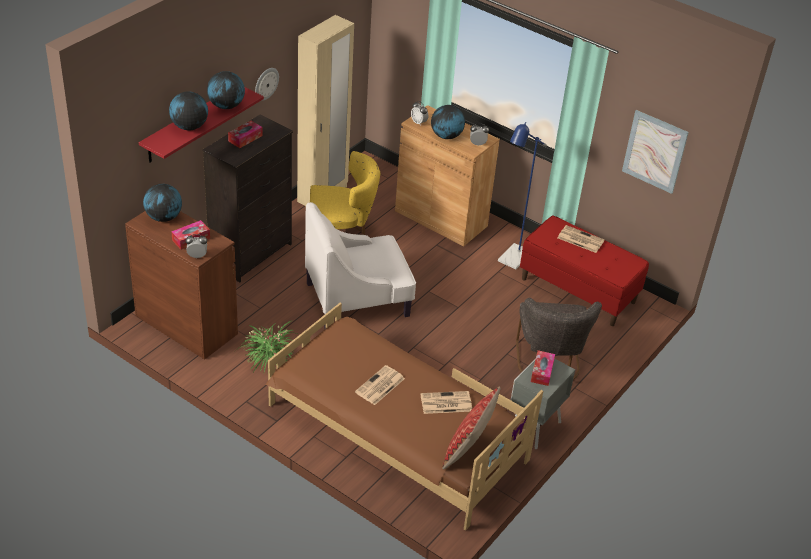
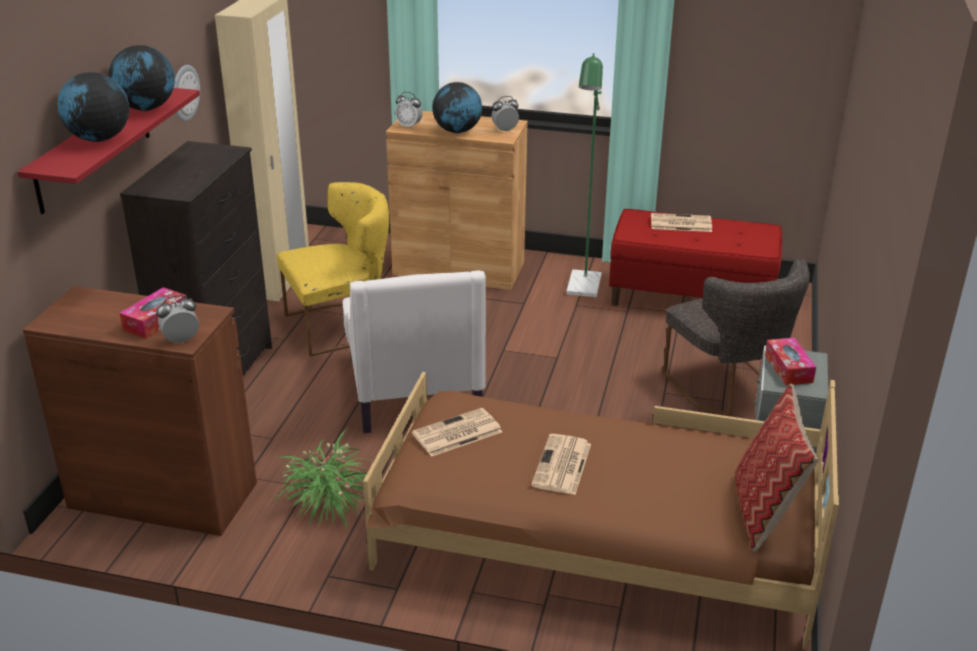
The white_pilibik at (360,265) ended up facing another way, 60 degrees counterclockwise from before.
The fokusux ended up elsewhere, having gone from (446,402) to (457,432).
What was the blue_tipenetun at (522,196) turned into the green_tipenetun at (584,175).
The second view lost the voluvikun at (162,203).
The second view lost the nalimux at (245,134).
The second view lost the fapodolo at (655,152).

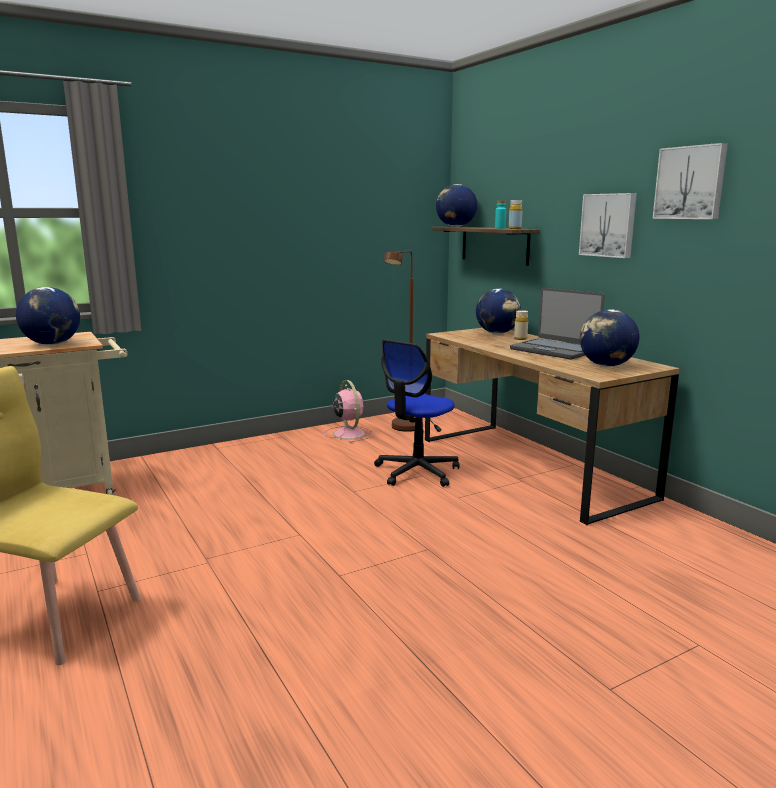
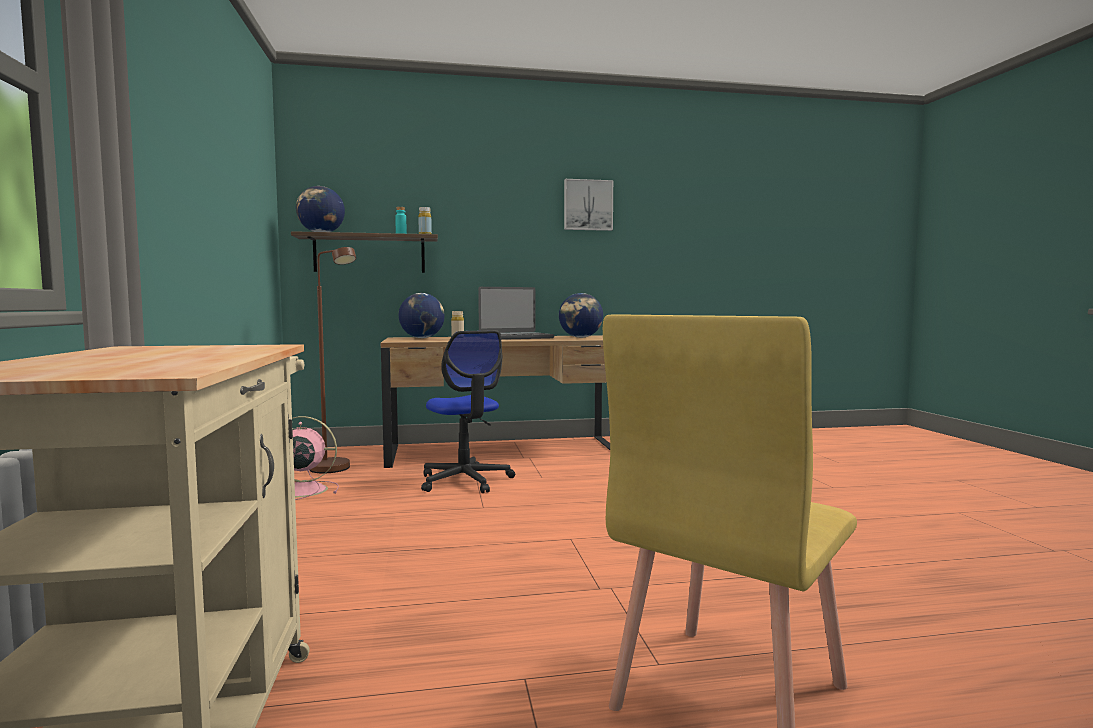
The second view lost the voluvikun at (48,316).
The second view lost the fapodolo at (608,225).

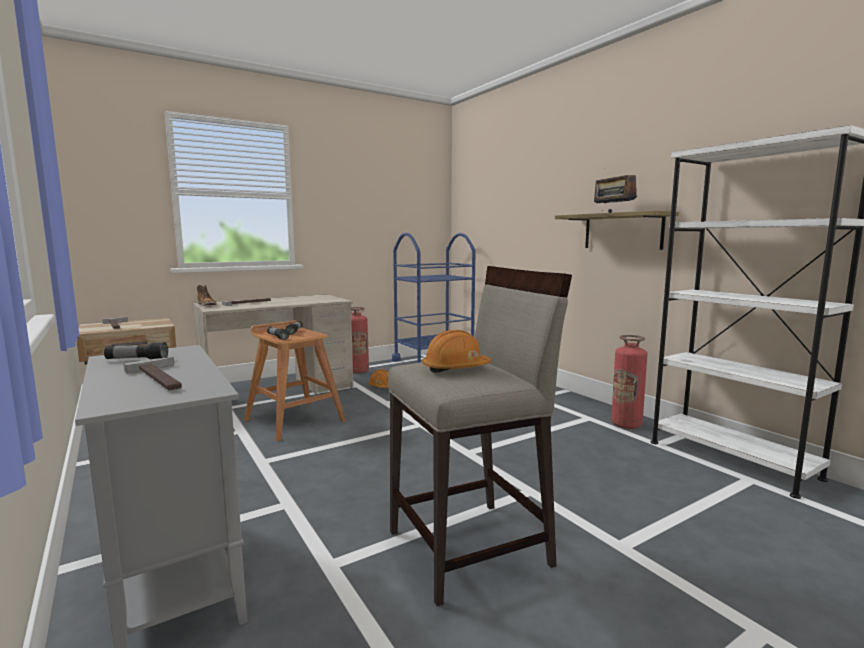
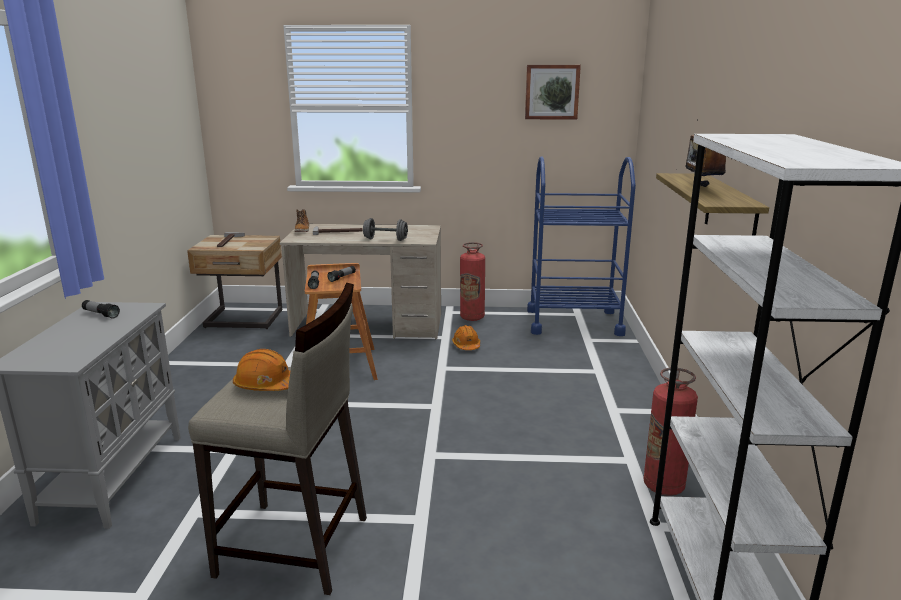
The second view gained the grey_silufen at (385,229).
The second view gained the fapodolo at (553,92).
The second view lost the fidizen at (153,373).

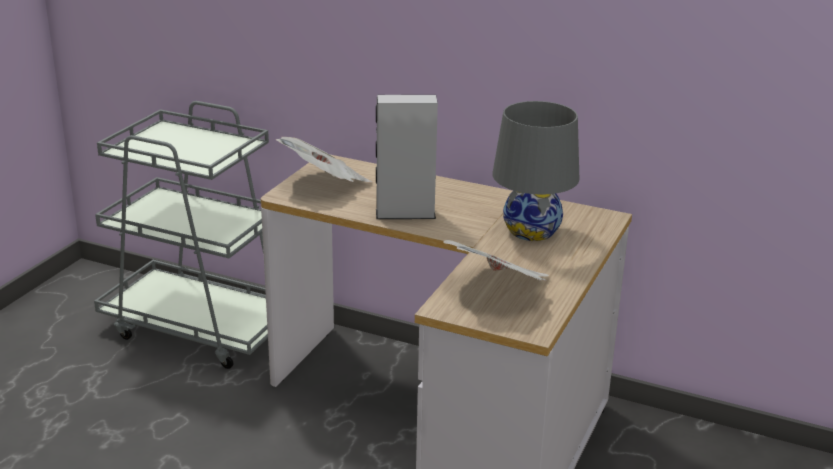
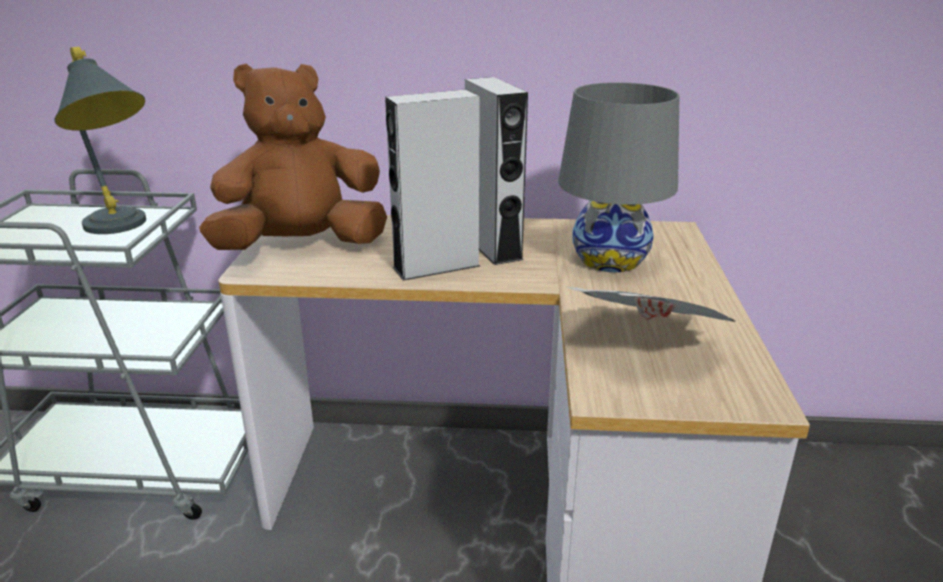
The second view gained the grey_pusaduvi at (100,140).
Where the fokusux stood at (324,159), the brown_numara came to stand at (293,157).
The second view gained the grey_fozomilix at (496,171).

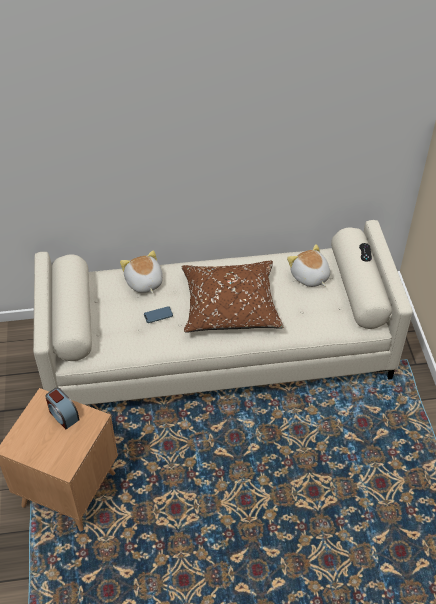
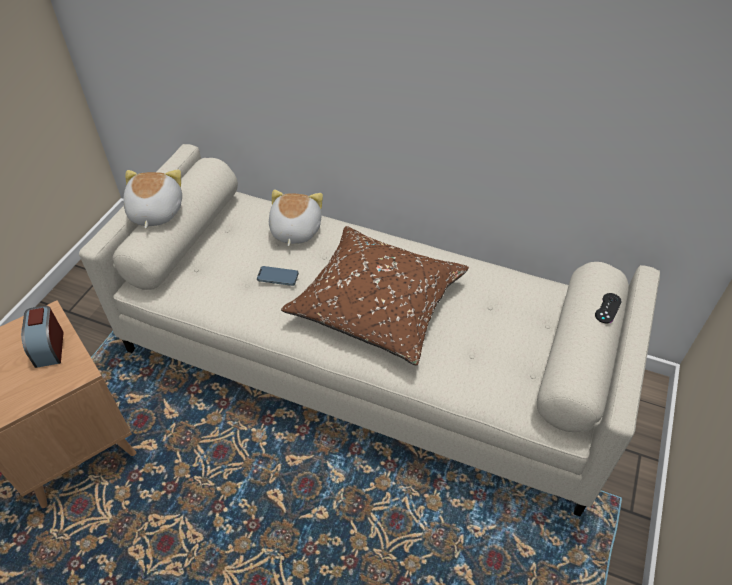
The numara ended up elsewhere, having gone from (308,265) to (153,199).

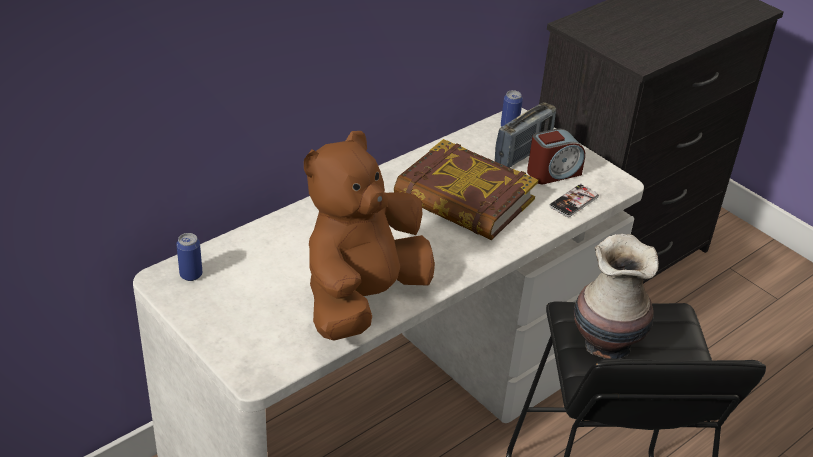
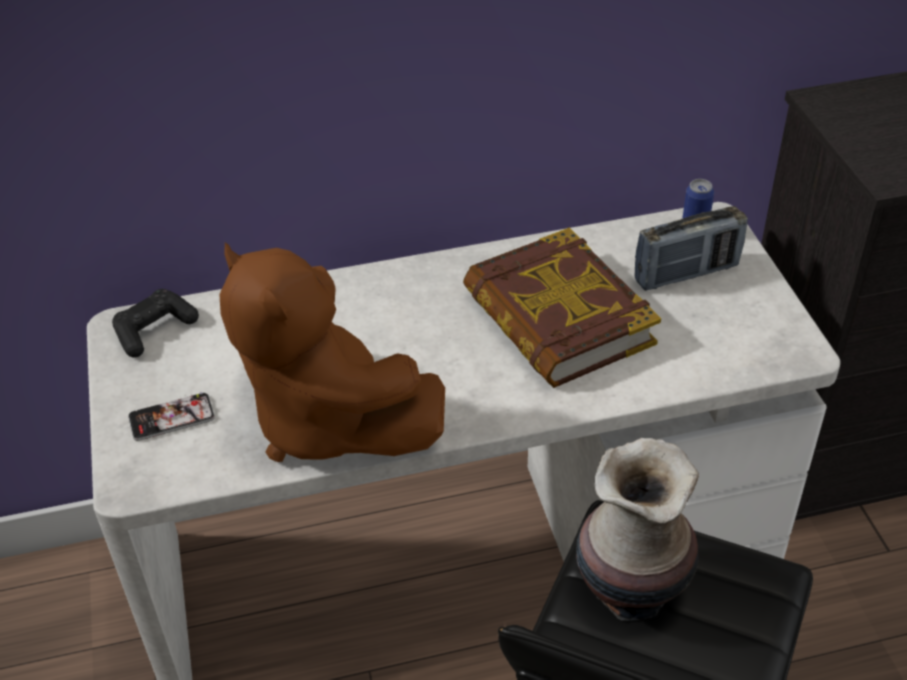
Where the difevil stood at (189,257), the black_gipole came to stand at (155,323).
The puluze ended up elsewhere, having gone from (574,200) to (171,416).
The brown_numara at (369,236) ended up facing another way, 105 degrees counterclockwise from before.
The second view lost the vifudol at (556,156).

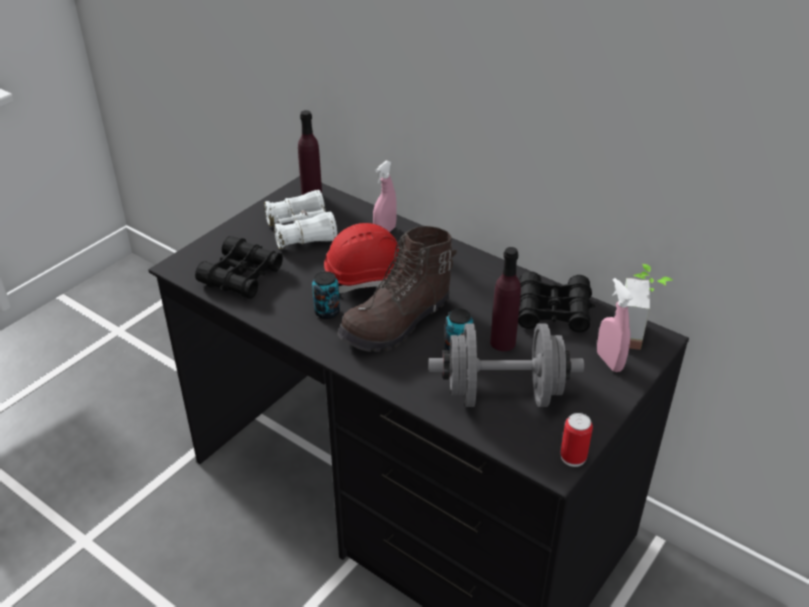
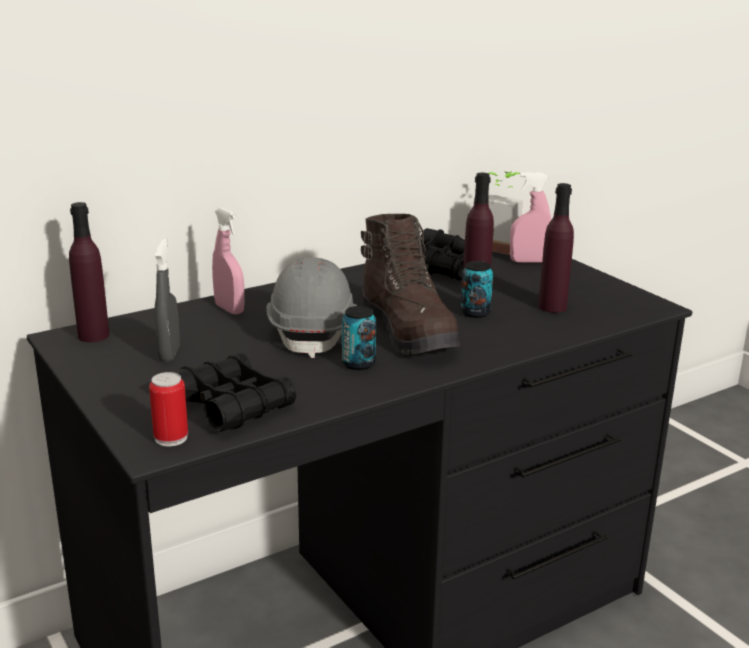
The difevil ended up elsewhere, having gone from (576,440) to (168,409).
Where the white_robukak stood at (301,219), the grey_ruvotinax came to stand at (167,300).
What was the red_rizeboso at (361,258) turned into the grey_rizeboso at (311,307).
Where the grey_silufen stood at (506,365), the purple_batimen came to stand at (556,248).

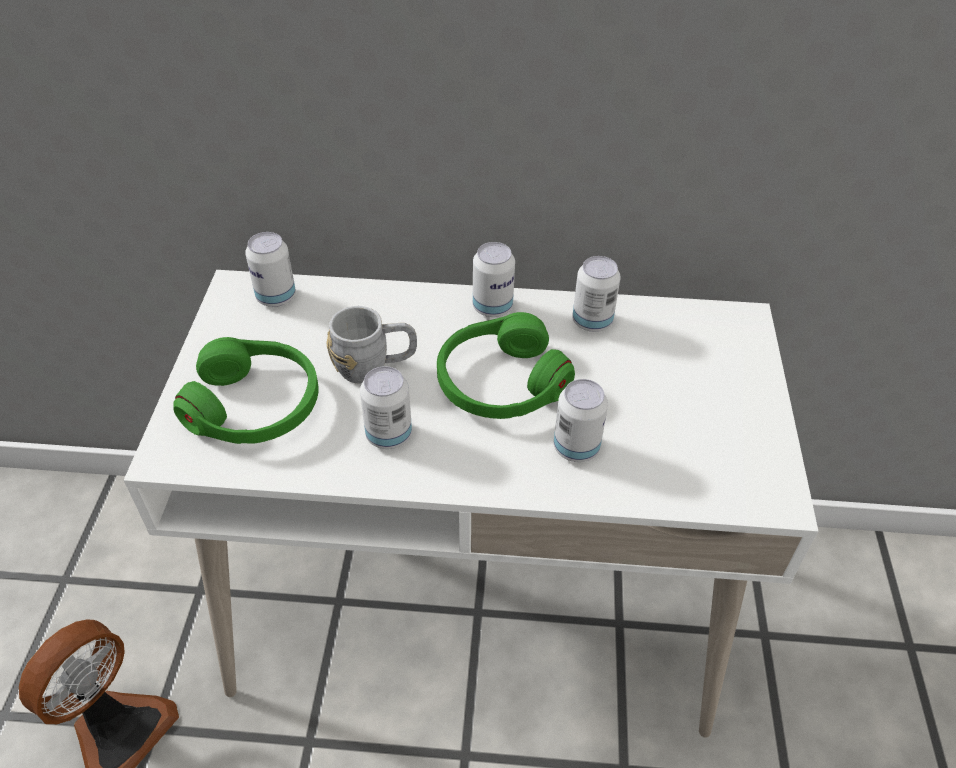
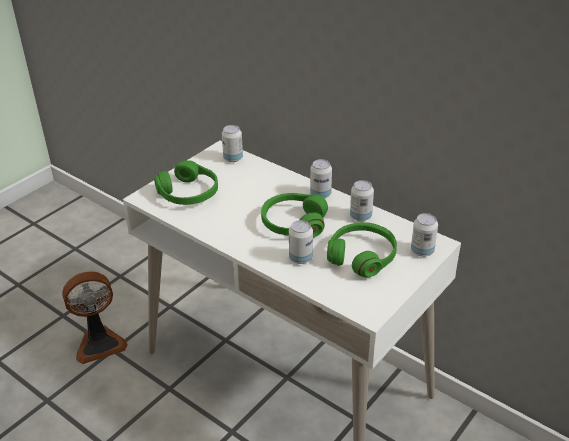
The second view gained the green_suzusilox at (362,249).
The difevil ended up elsewhere, having gone from (386,407) to (424,235).
The second view lost the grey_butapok at (371,345).

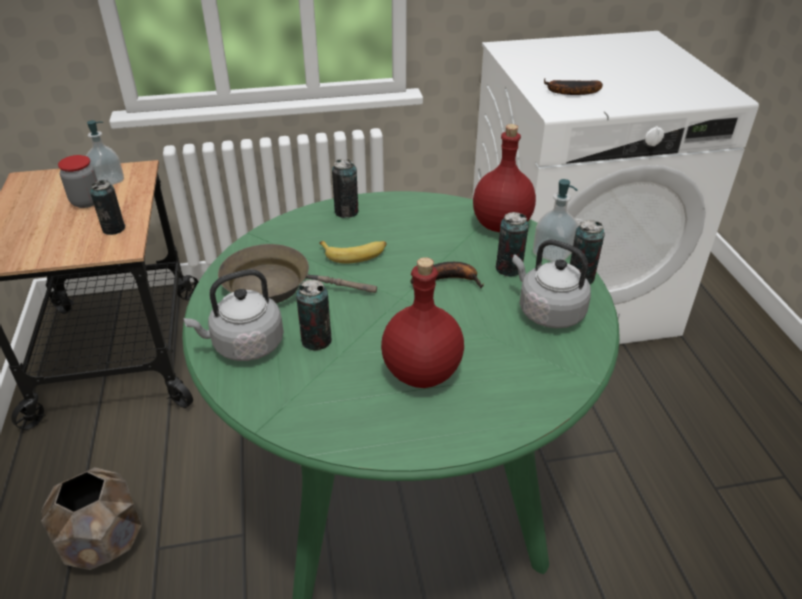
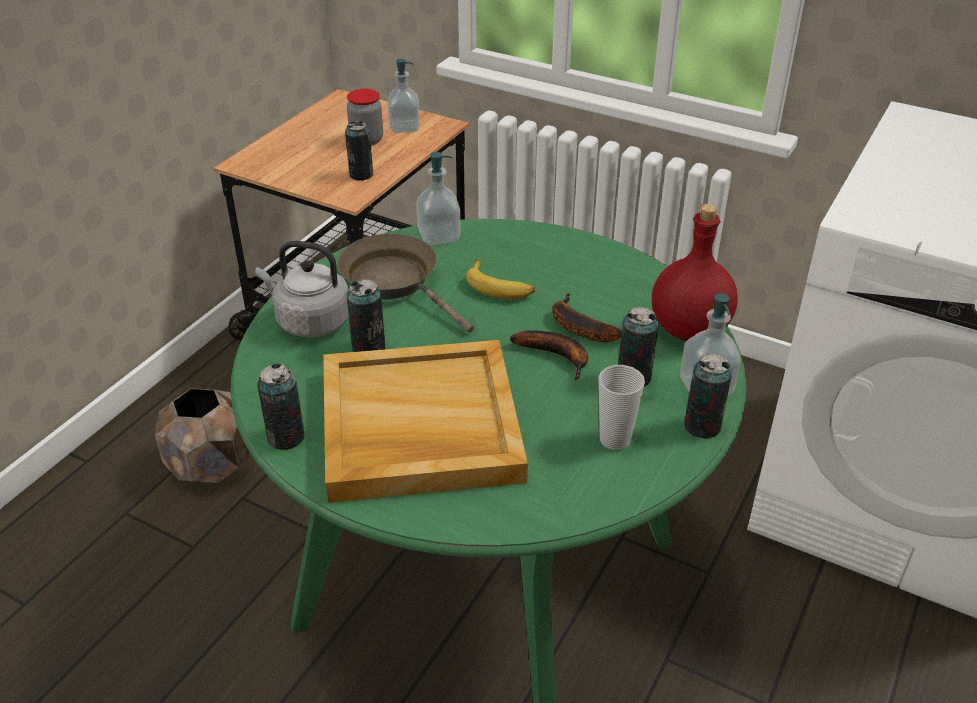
The difevil ended up elsewhere, having gone from (345,188) to (281,406).
Where the red_batimen stood at (422,322), the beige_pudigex came to stand at (425,421).
The second view gained the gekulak at (438,198).
The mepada ended up elsewhere, having gone from (573,86) to (587,317).
Where the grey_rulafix stood at (551,283), the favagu came to stand at (622,407).

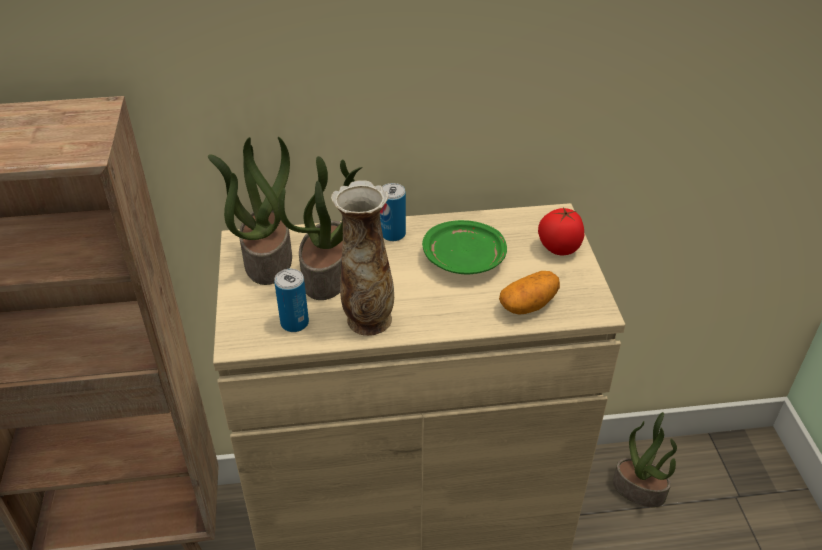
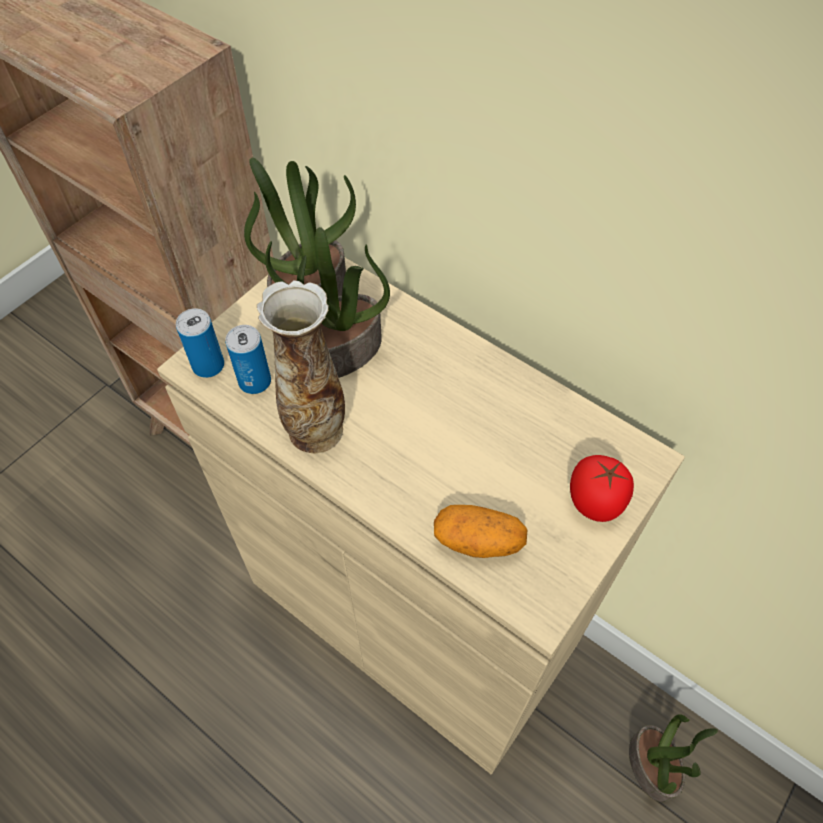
The difevil ended up elsewhere, having gone from (393,212) to (200,343).
The second view lost the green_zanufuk at (464,247).

